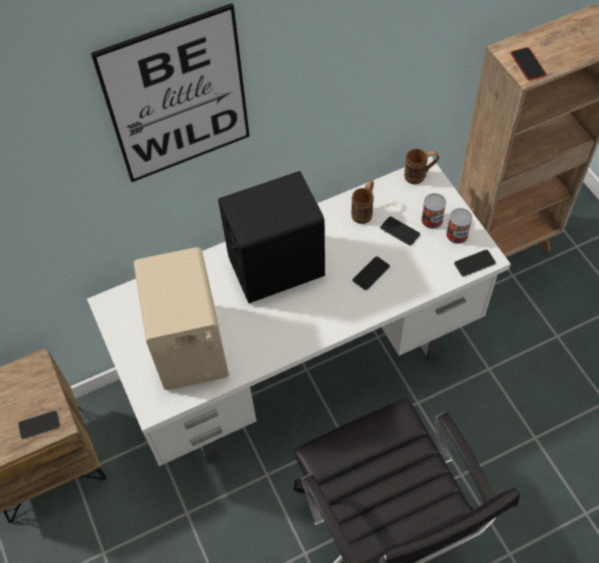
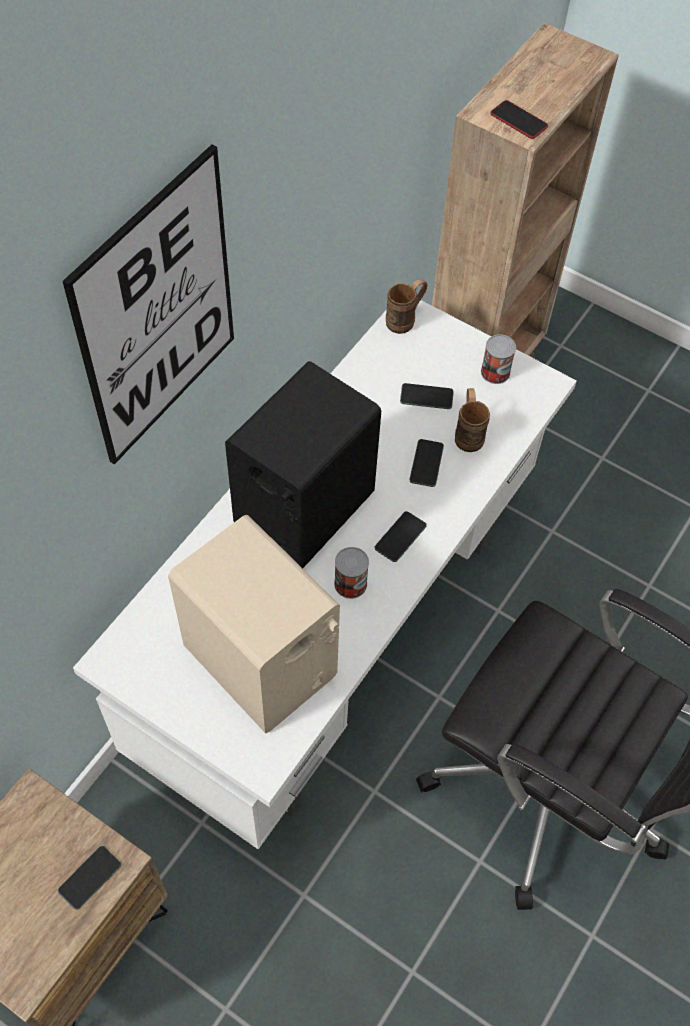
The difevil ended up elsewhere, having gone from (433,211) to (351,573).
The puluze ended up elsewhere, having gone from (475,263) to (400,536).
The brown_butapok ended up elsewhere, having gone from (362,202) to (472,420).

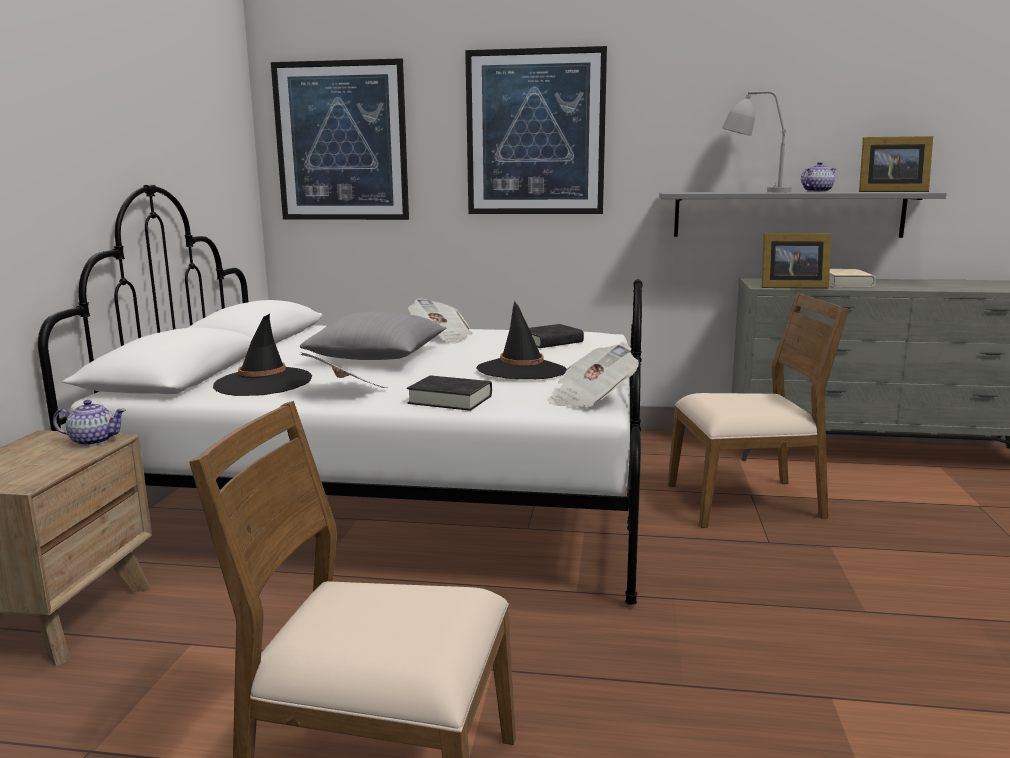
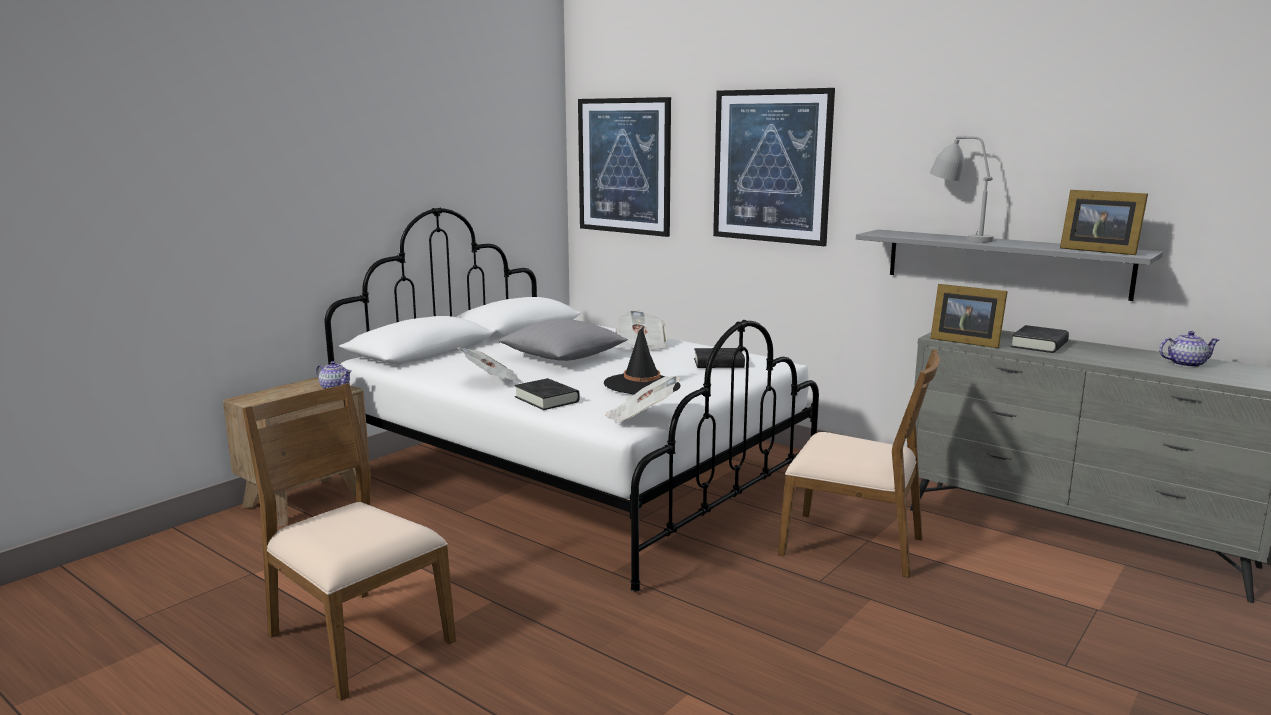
What was the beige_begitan at (852,278) turned into the black_begitan at (1040,339).
The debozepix ended up elsewhere, having gone from (818,177) to (1189,349).
The second view lost the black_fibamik at (262,355).

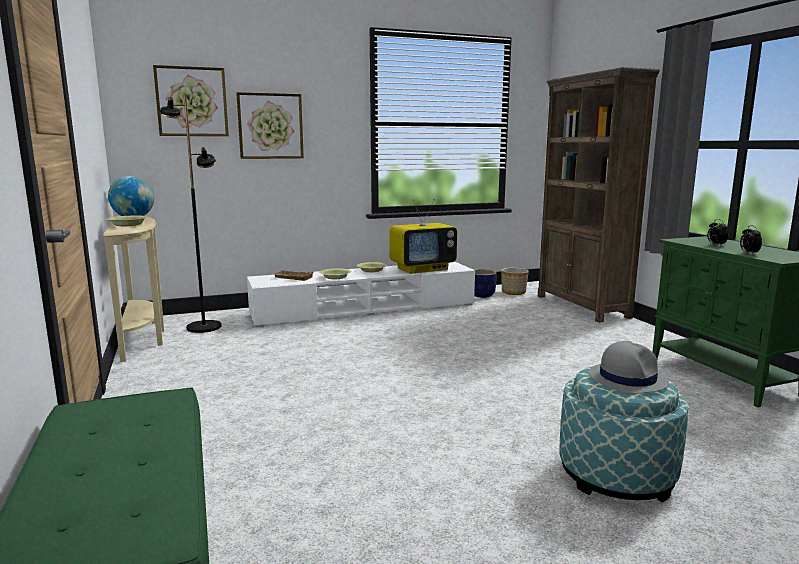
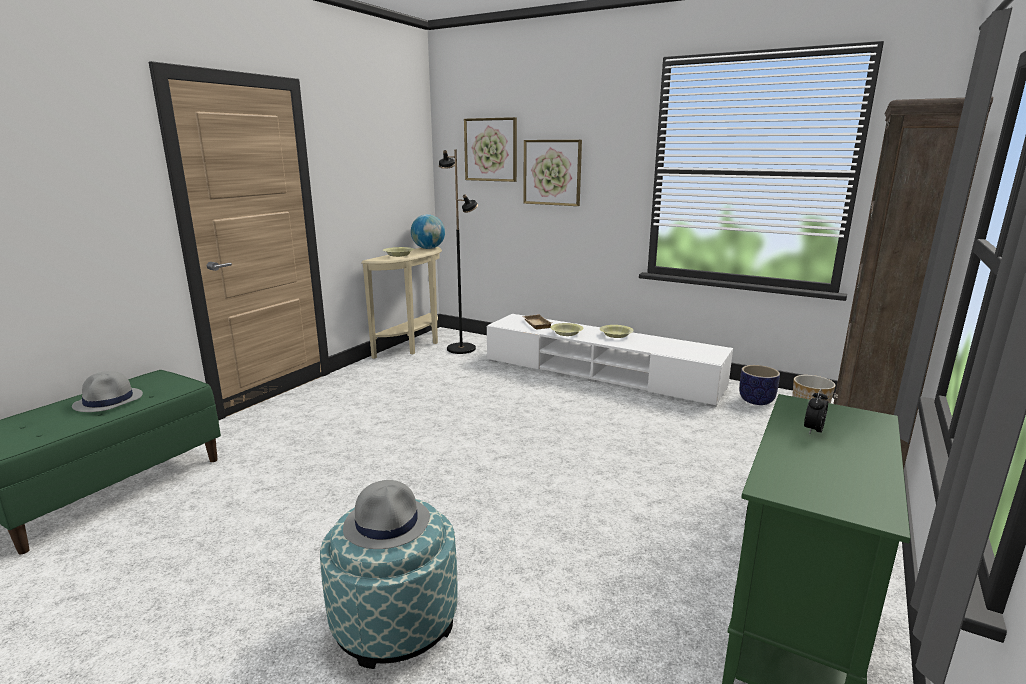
The second view gained the grey_fibamik at (107,391).
The second view lost the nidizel at (423,236).
The second view lost the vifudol at (751,239).

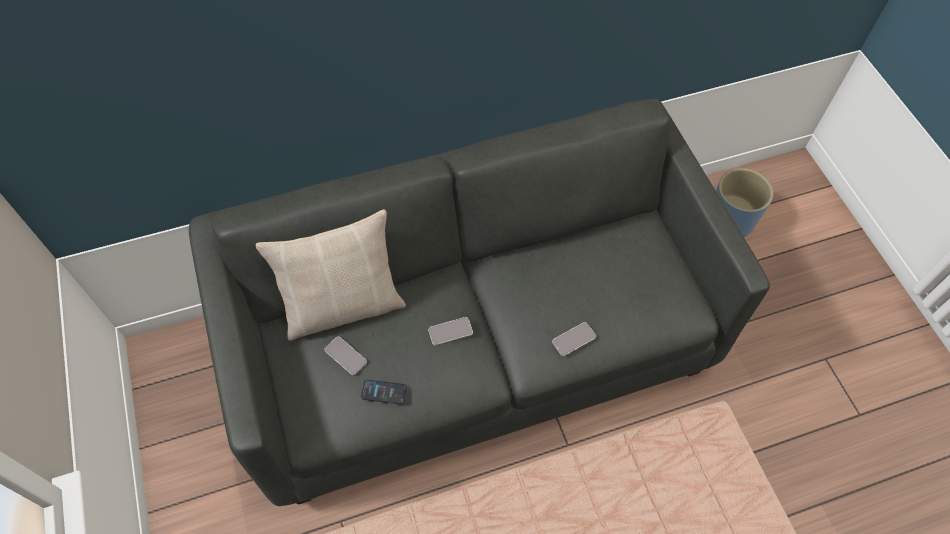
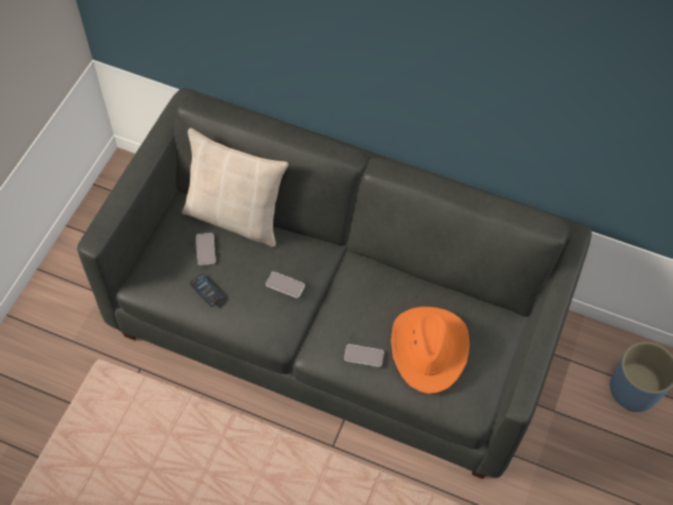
The second view gained the orange_fibamik at (430,350).

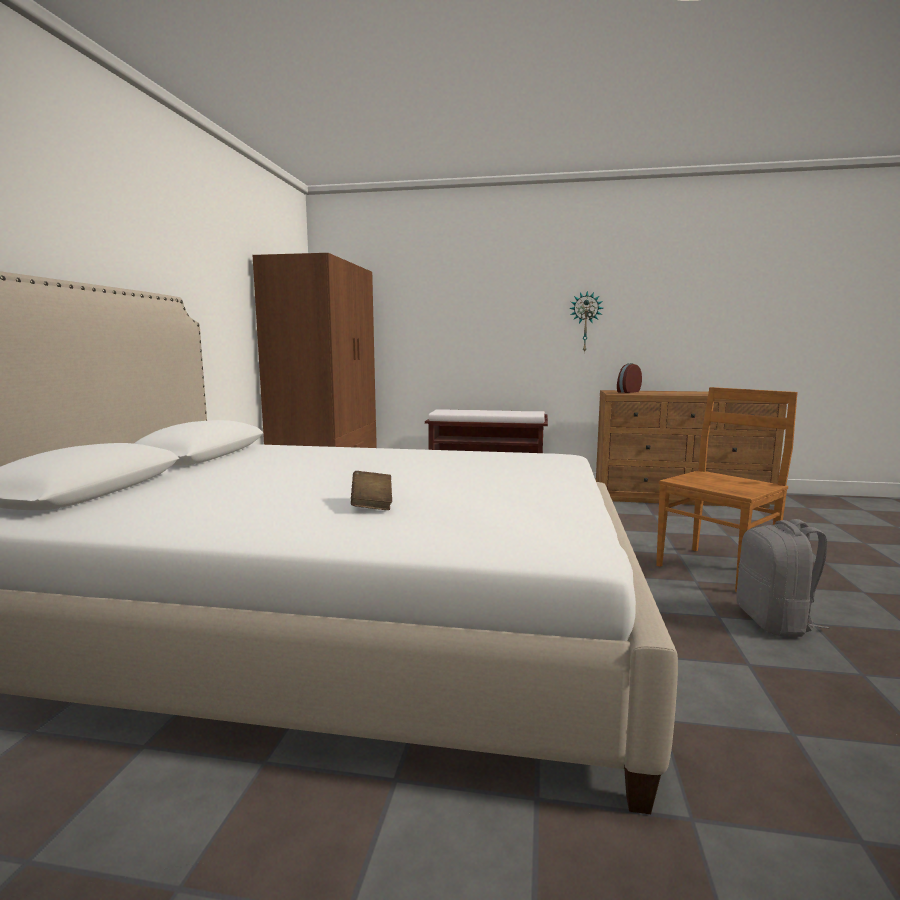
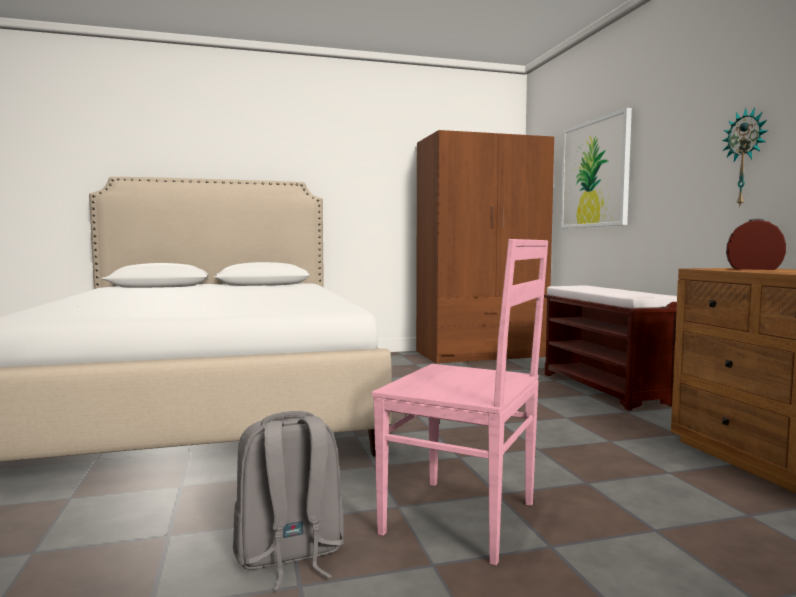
What was the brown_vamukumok at (727,489) turned into the pink_vamukumok at (460,402).
The second view gained the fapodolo at (596,168).
The second view lost the brown_begitan at (371,490).

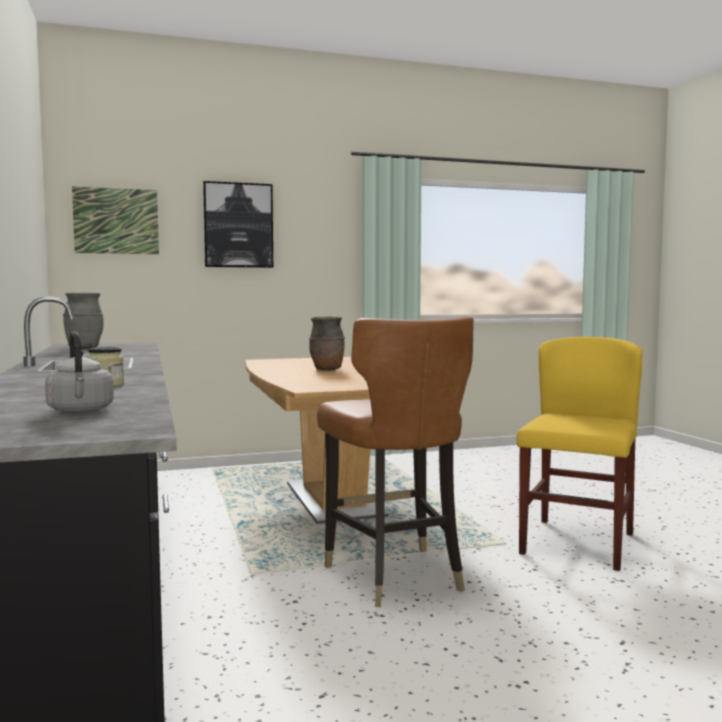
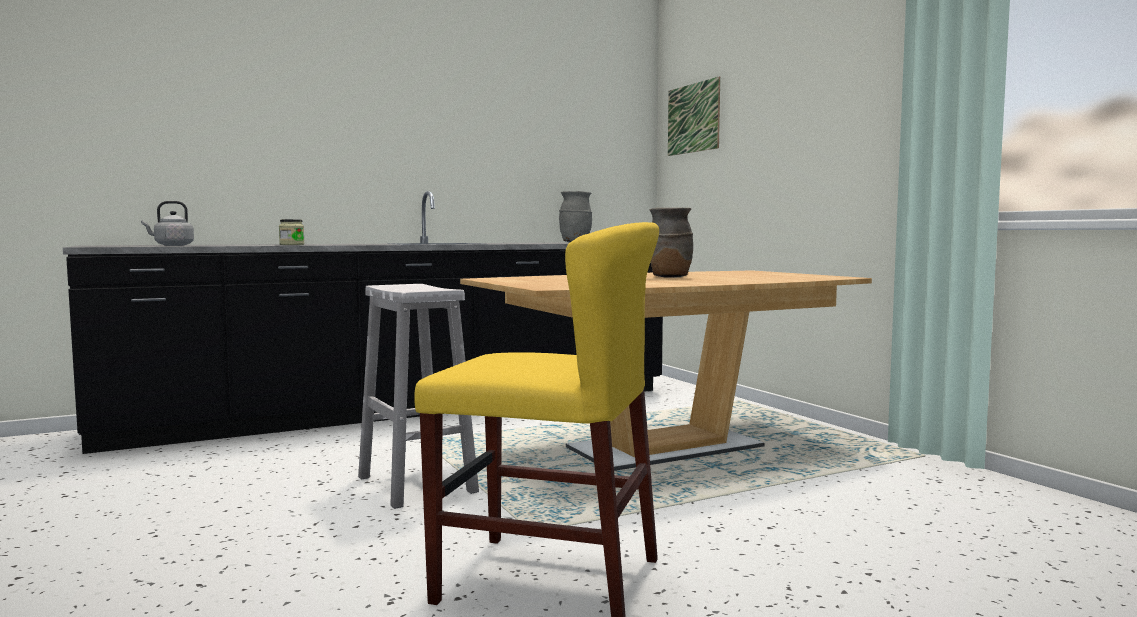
Where the brown_vamukumok stood at (395,461), the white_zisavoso came to stand at (418,396).
The second view lost the fapodolo at (238,224).

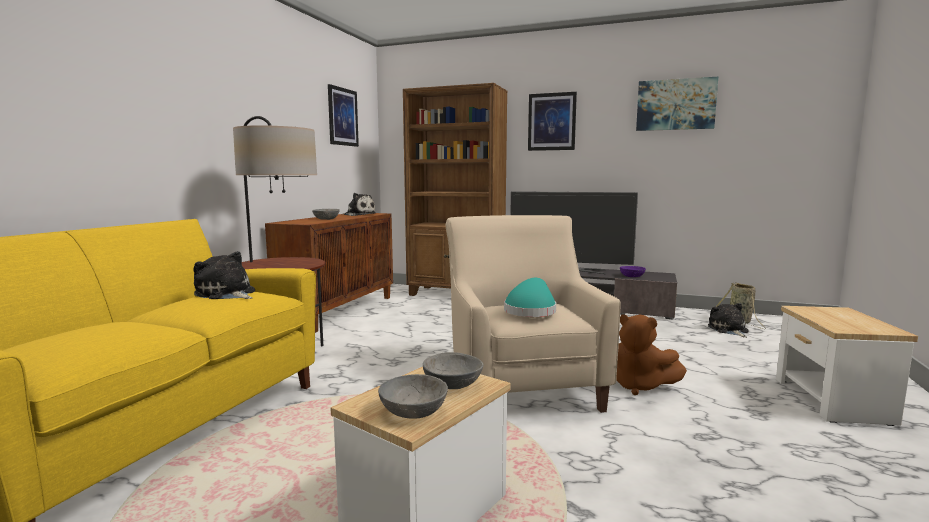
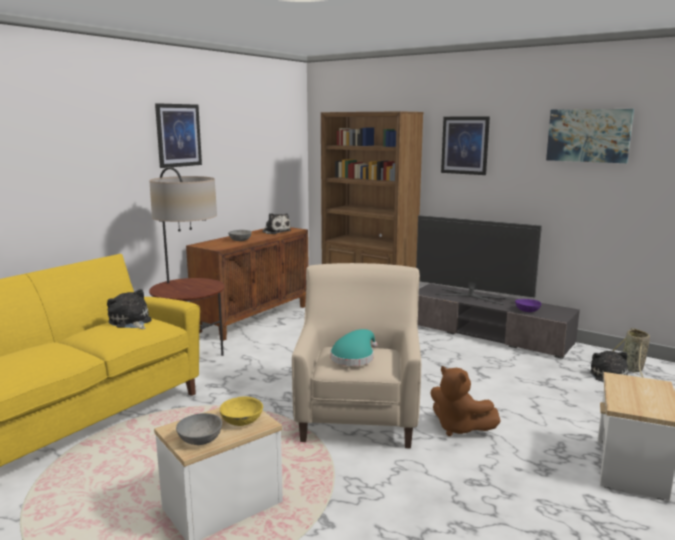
The fapodolo ended up elsewhere, having gone from (343,115) to (178,135).
What was the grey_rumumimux at (453,370) turned into the yellow_rumumimux at (241,411).

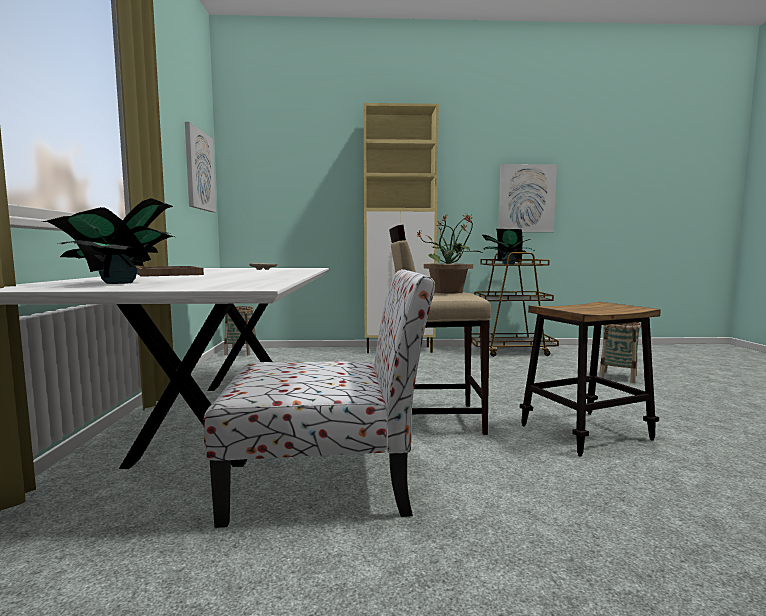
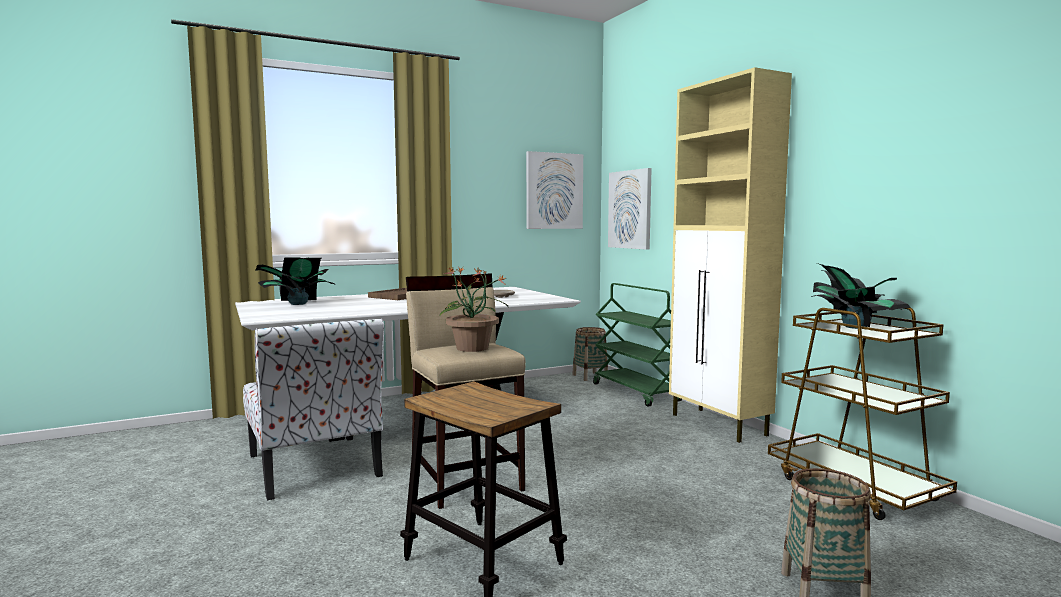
The second view gained the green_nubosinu at (637,345).
The fapodolo ended up elsewhere, having gone from (527,198) to (630,209).

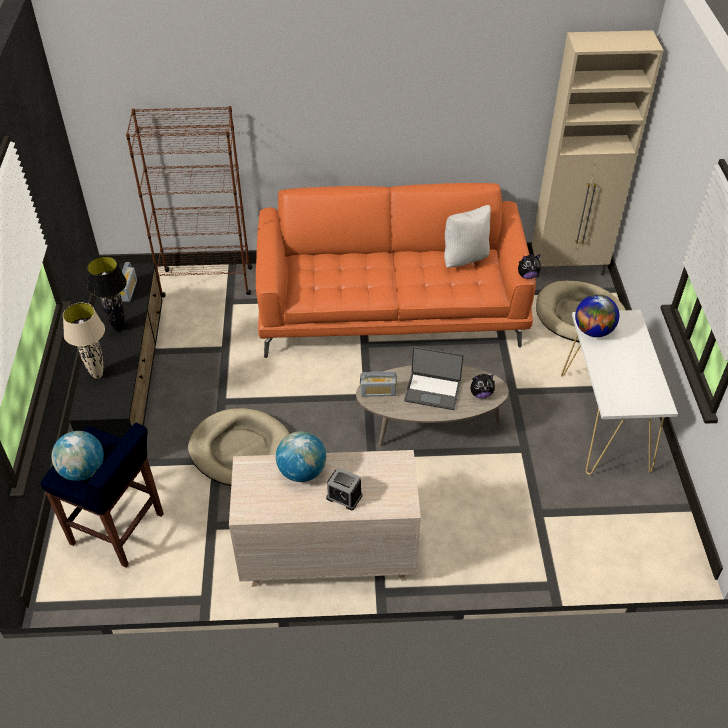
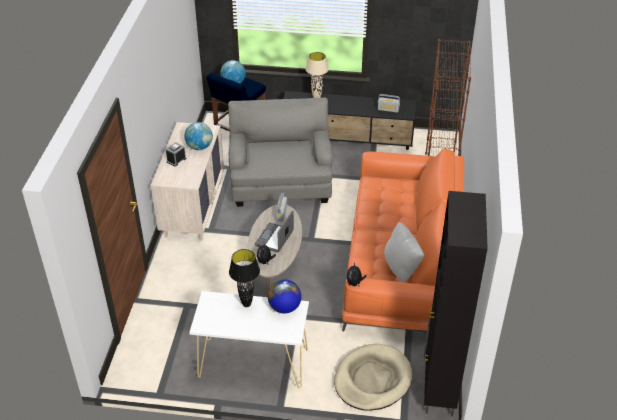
Where the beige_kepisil stood at (239,447), the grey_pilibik came to stand at (280,152).
The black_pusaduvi ended up elsewhere, having gone from (107,293) to (244,278).
What was the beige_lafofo at (598,154) turned into the black_lafofo at (455,303).

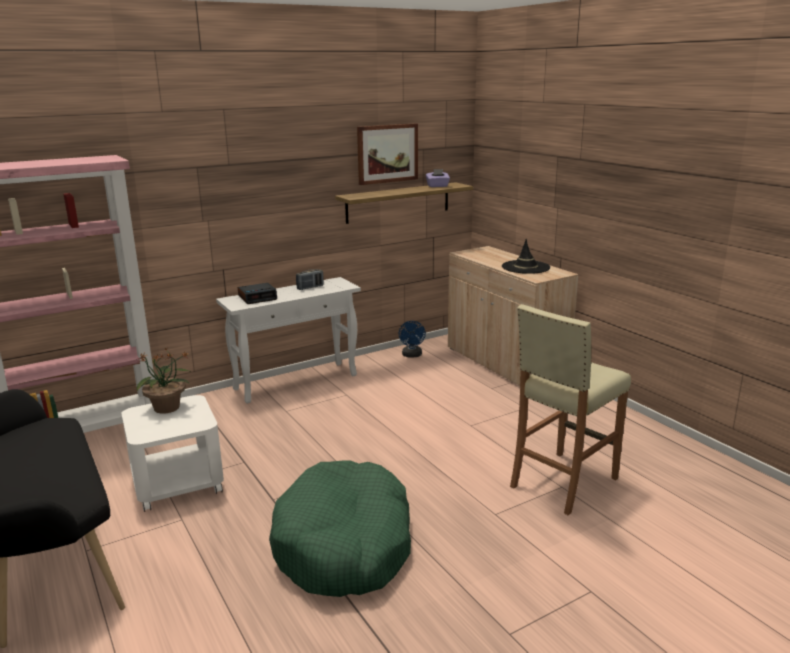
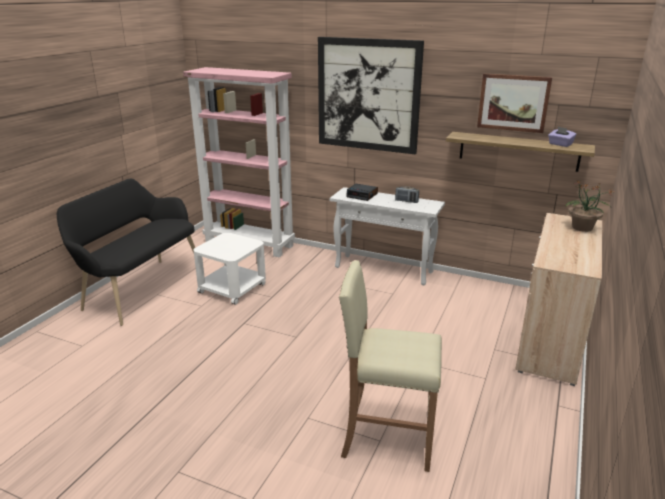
The second view gained the fapodolo at (371,95).
The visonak ended up elsewhere, having gone from (164,380) to (589,206).
The second view lost the green_kepisil at (340,528).
The second view lost the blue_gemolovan at (412,339).
The second view lost the black_fibamik at (526,256).

